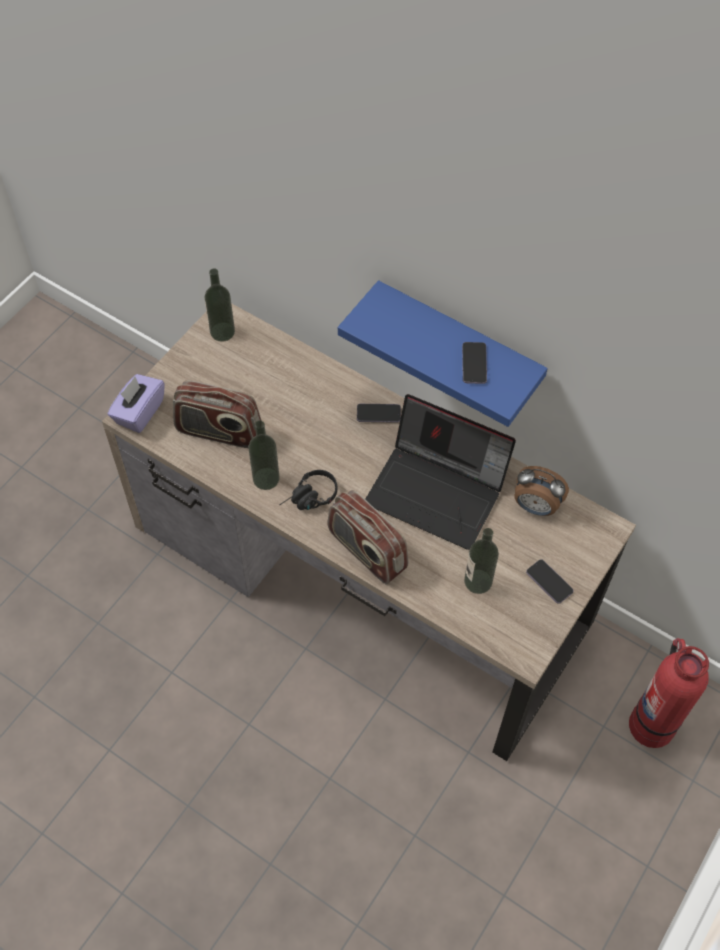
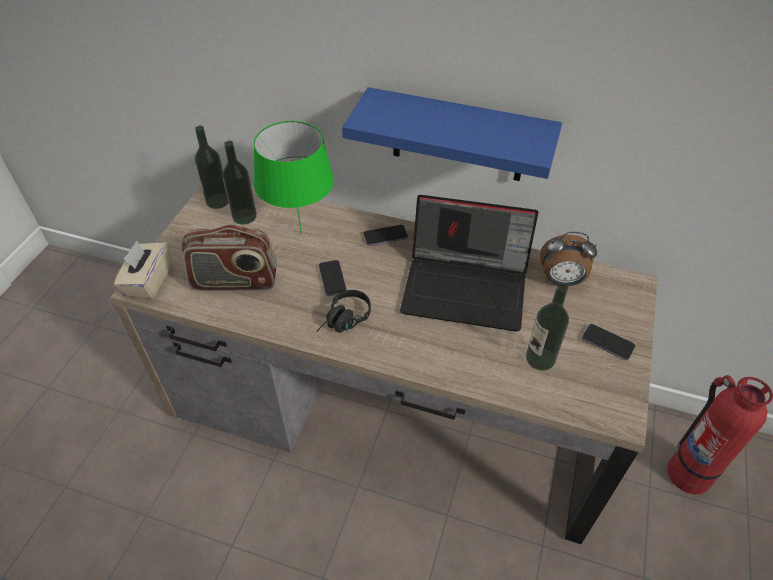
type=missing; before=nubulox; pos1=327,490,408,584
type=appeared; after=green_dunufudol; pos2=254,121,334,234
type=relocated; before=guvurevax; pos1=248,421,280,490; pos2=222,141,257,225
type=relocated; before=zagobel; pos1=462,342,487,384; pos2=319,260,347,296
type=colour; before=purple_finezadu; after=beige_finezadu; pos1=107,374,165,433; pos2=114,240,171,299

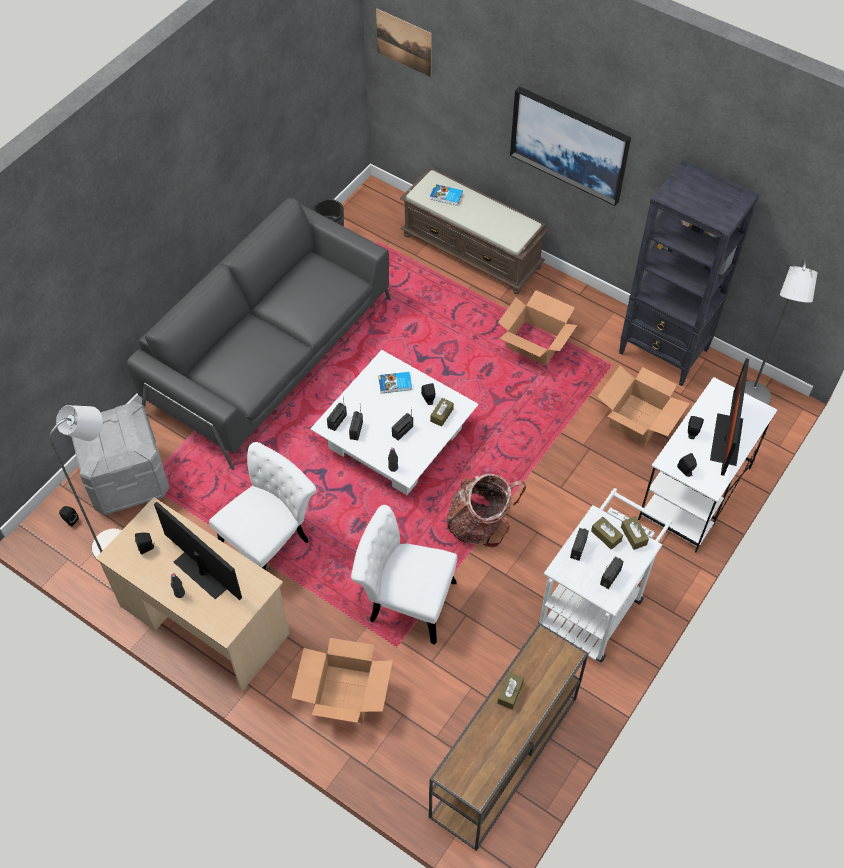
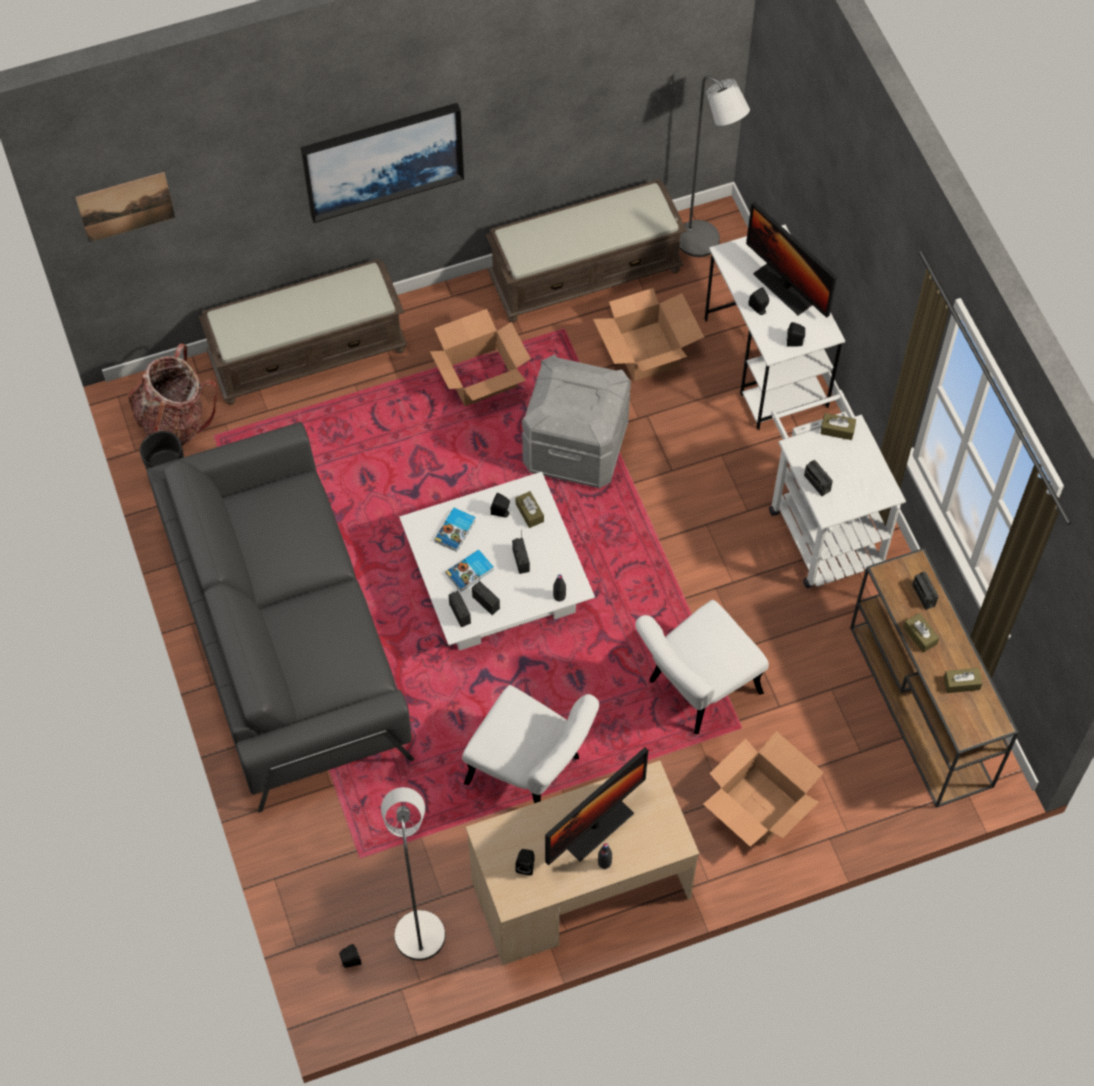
type=relocated; before=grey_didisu; pos1=72,401,170,515; pos2=522,354,631,489
type=relocated; before=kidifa; pos1=430,184,463,206; pos2=446,550,494,591
type=relocated; before=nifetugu; pos1=446,473,526,548; pos2=128,343,218,446
type=relocated; before=brown_finezadu; pos1=591,517,623,550; pos2=943,668,982,693
type=relocated; before=nubulox; pos1=600,557,624,589; pos2=912,572,939,610
type=exchanged; before=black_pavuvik; after=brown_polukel; pos1=619,159,759,386; pos2=486,179,687,322
type=spun; before=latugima; pos1=154,502,242,600; pos2=545,747,648,865; turn=150
type=spun; before=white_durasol; pos1=209,442,316,570; pos2=462,685,599,803; turn=135

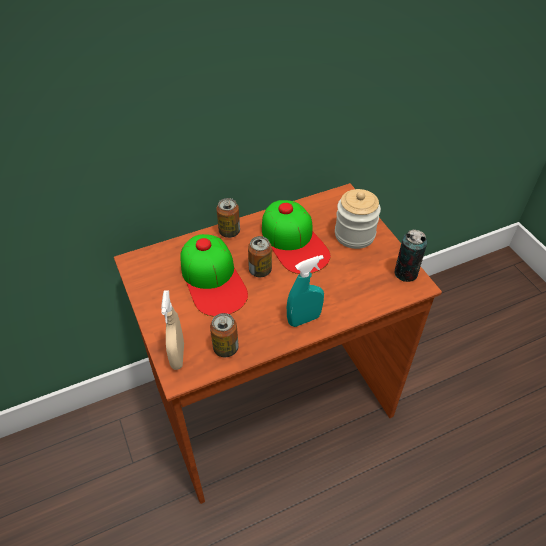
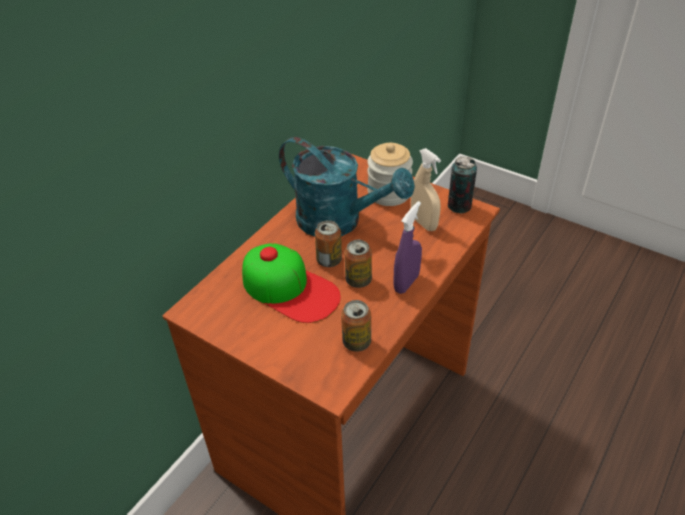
type=relocated; before=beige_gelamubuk; pos1=161,290,184,370; pos2=411,148,441,231
type=relocated; before=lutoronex; pos1=216,198,240,238; pos2=344,240,372,288
type=exchanged; before=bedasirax; after=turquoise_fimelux; pos1=262,200,330,274; pos2=279,137,415,237
type=colour; before=turquoise_gelamubuk; after=purple_gelamubuk; pos1=287,255,324,327; pos2=393,201,422,294

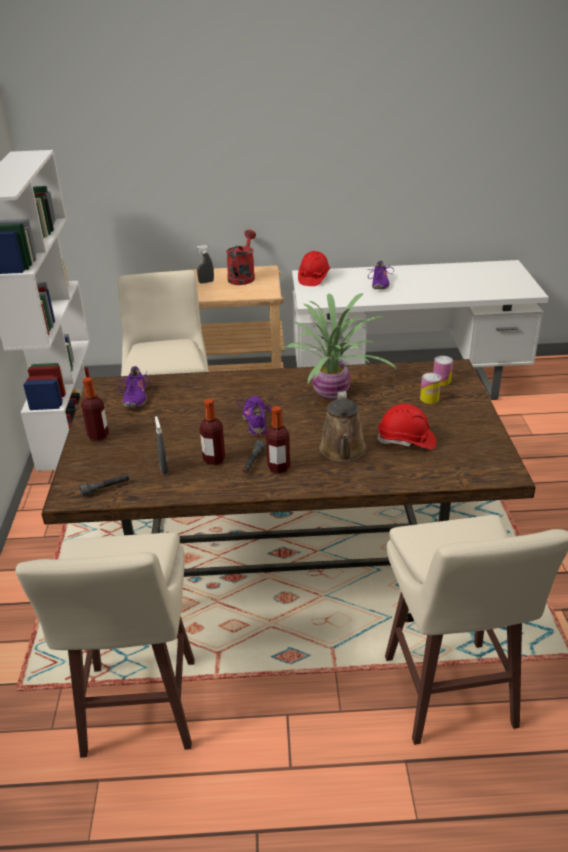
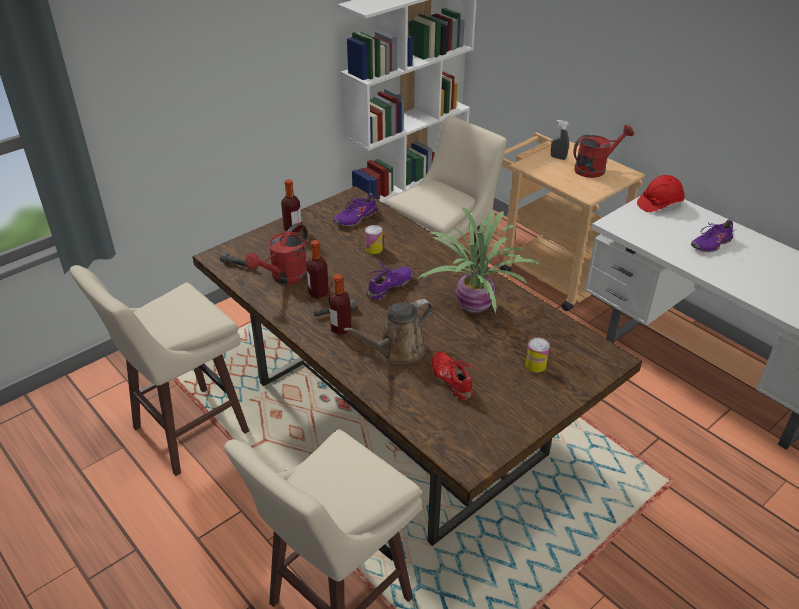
type=relocated; before=lutoronex; pos1=433,356,453,386; pos2=365,225,383,254
type=exchanged; before=grey_gelamubuk; after=red_fimelux; pos1=155,416,169,475; pos2=245,223,307,285
type=exchanged; before=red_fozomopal; after=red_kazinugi; pos1=377,404,436,449; pos2=432,351,478,400

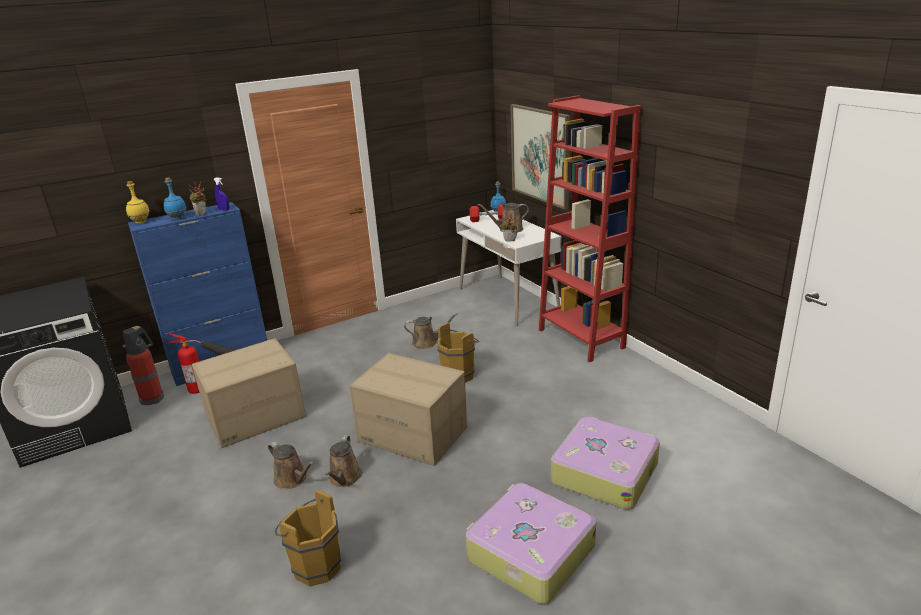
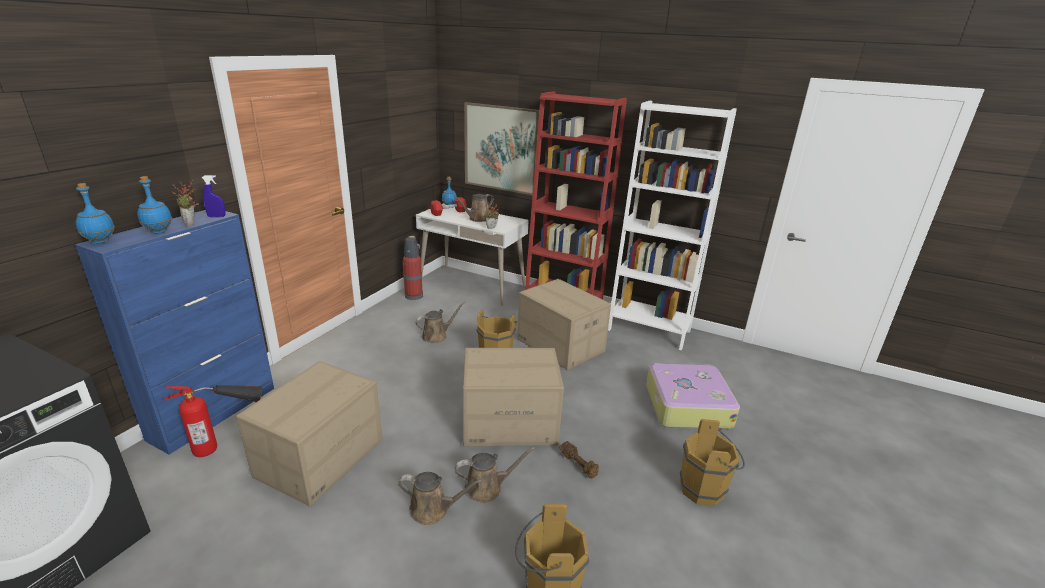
type=appeared; after=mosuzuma; pos2=517,279,611,370
type=appeared; after=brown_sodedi; pos2=559,441,599,478
type=appeared; after=white_pavuvik; pos2=608,101,737,351
type=relocated; before=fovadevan; pos1=123,326,164,405; pos2=403,236,423,300
type=exchanged; before=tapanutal; after=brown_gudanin; pos1=466,483,596,604; pos2=680,419,745,506
type=colour; before=yellow_guvurevax; after=blue_guvurevax; pos1=126,181,150,224; pos2=76,183,114,244
type=spun; before=brown_fimelux; pos1=325,435,362,487; pos2=455,447,536,503; turn=-75

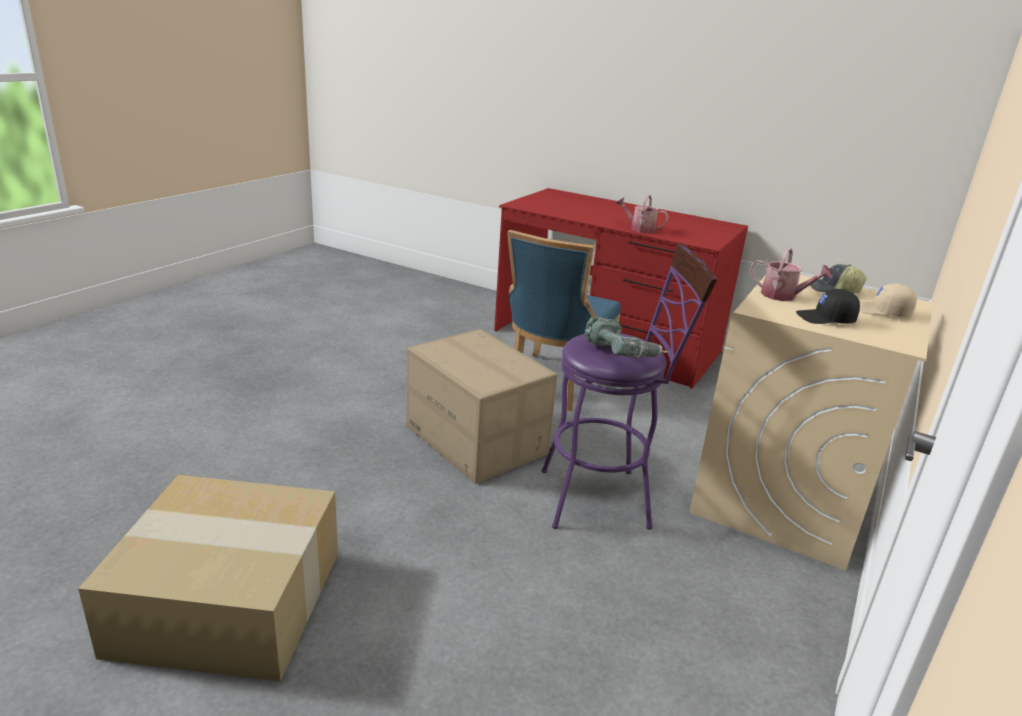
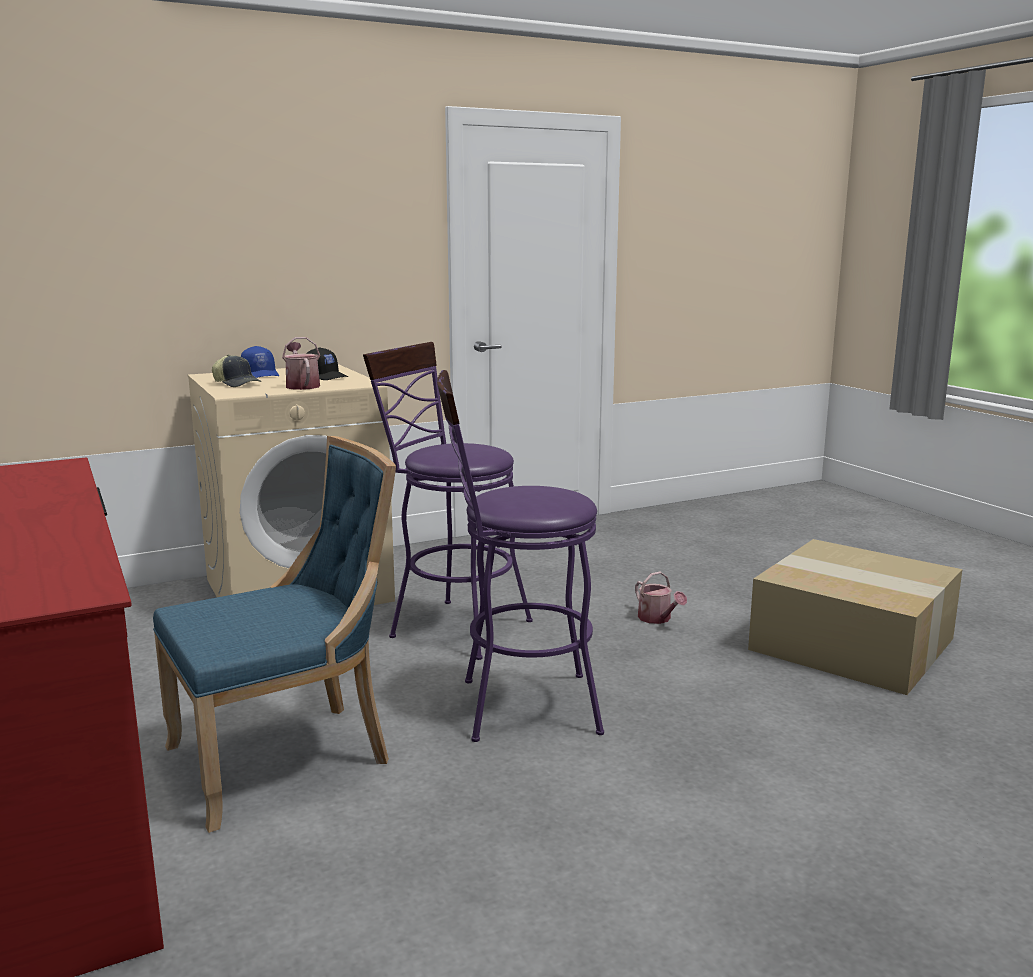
type=missing; before=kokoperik; pos1=585,317,669,358
type=relocated; before=fimelux; pos1=616,194,669,233; pos2=635,571,687,624
type=exchanged; before=mosuzuma; after=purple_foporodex; pos1=407,329,557,484; pos2=437,370,604,742
type=colour; before=beige_bedasirax; after=blue_bedasirax; pos1=860,284,917,317; pos2=241,346,279,378

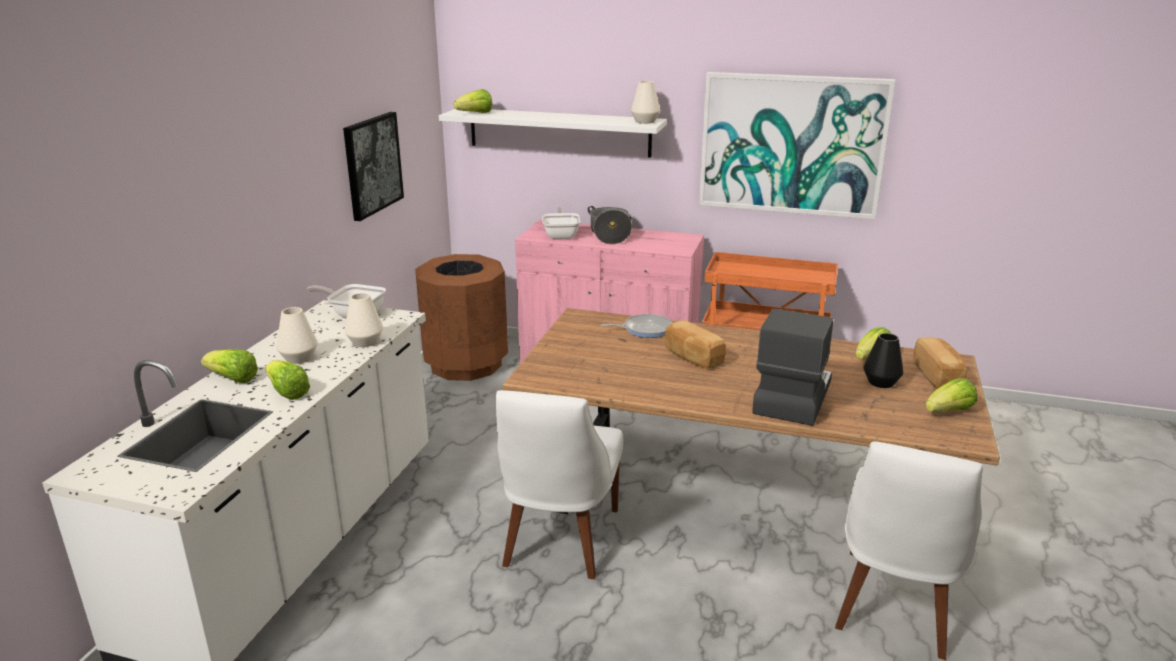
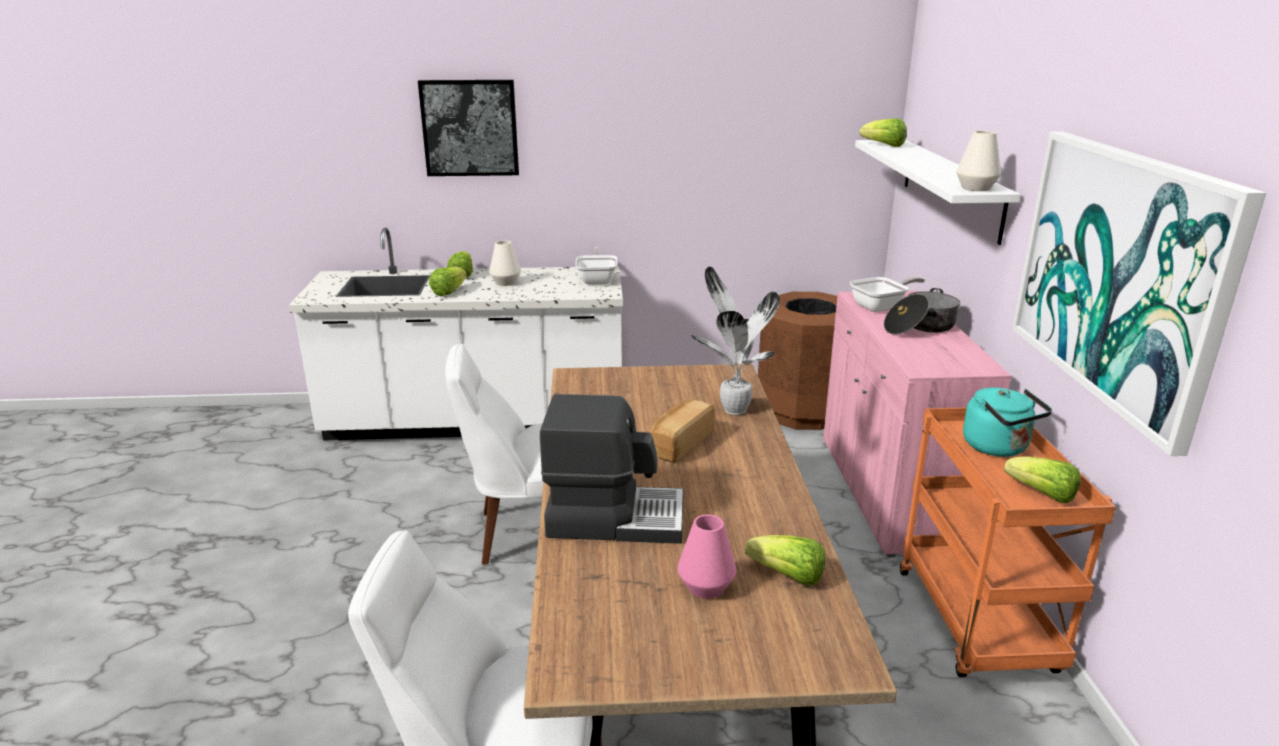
type=missing; before=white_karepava; pos1=344,293,383,347
type=missing; before=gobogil; pos1=913,337,967,389
type=appeared; after=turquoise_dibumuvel; pos2=963,388,1052,457
type=relocated; before=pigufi; pos1=343,112,404,221; pos2=418,80,519,176
type=relocated; before=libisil; pos1=925,379,978,412; pos2=1004,457,1081,503
type=exchanged; before=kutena; after=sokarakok; pos1=601,314,672,338; pos2=691,267,780,415
type=colour; before=black_karepava; after=pink_karepava; pos1=863,333,904,388; pos2=678,514,736,599

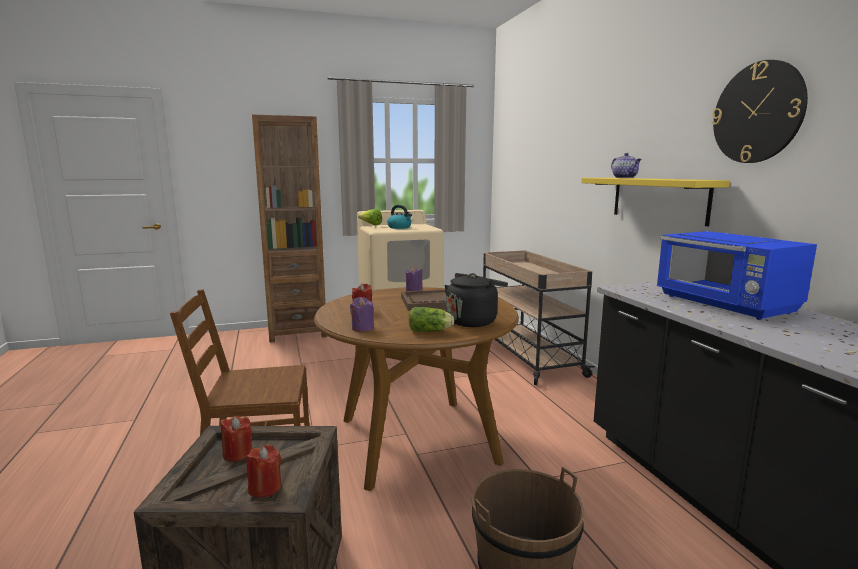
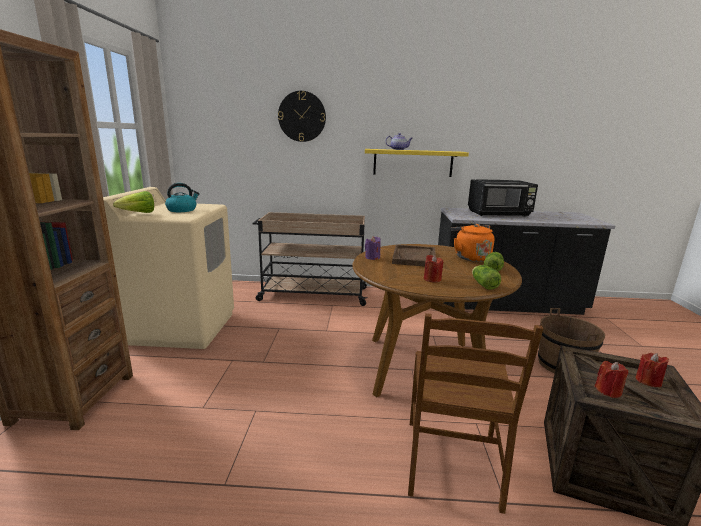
type=relocated; before=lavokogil; pos1=712,60,808,163; pos2=278,91,326,142
type=exchanged; before=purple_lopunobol; after=libisil; pos1=350,297,374,332; pos2=472,265,501,290
type=colour; before=black_dibumuvel; after=orange_dibumuvel; pos1=445,273,508,327; pos2=451,224,494,262
type=colour; before=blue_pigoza; after=black_pigoza; pos1=656,231,817,320; pos2=468,179,538,217

